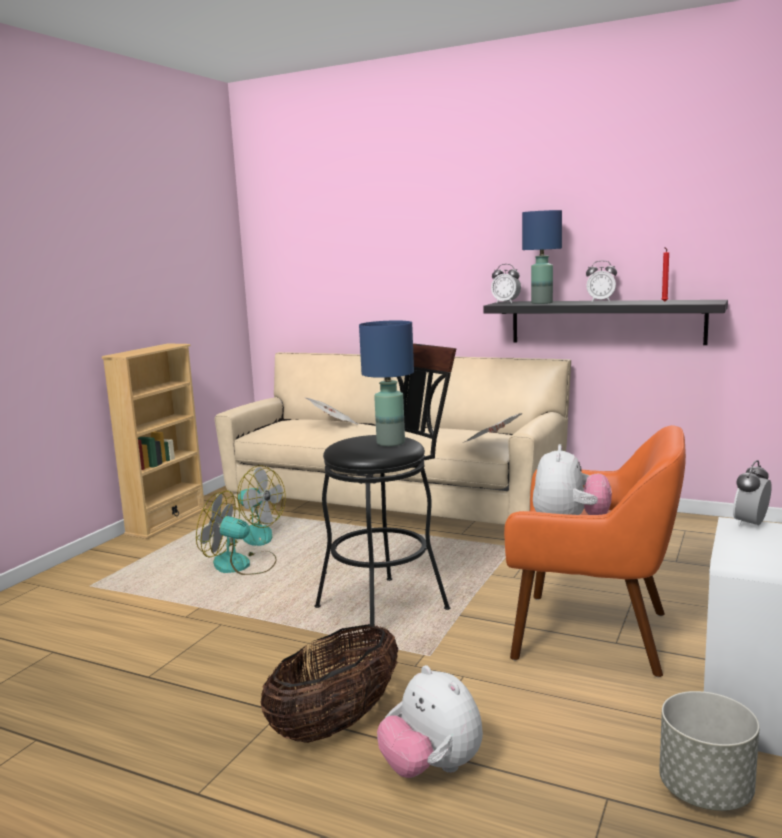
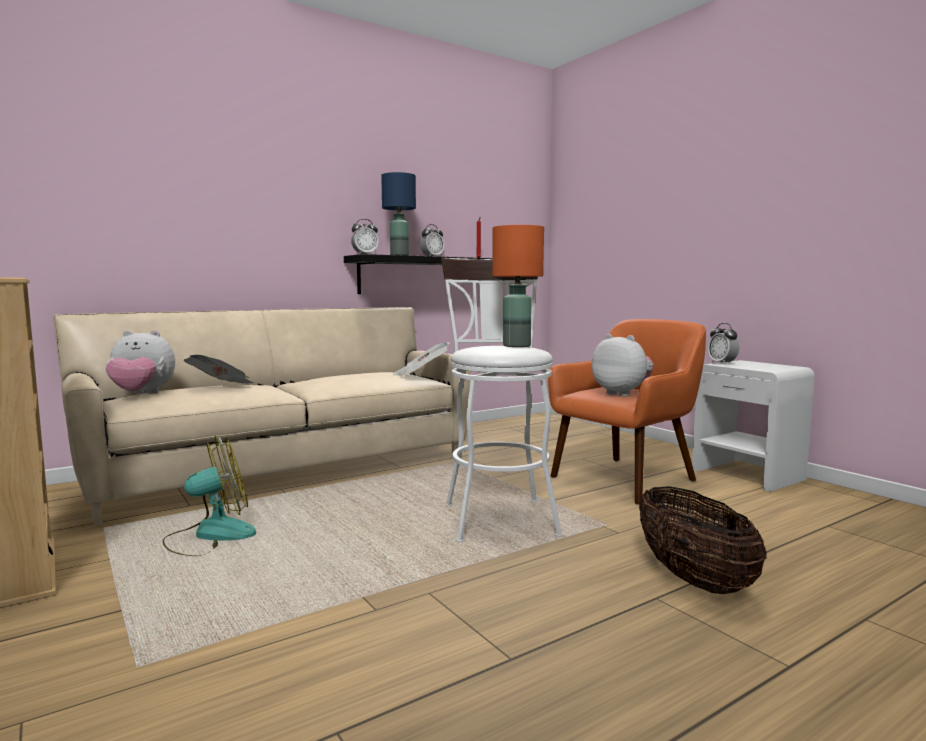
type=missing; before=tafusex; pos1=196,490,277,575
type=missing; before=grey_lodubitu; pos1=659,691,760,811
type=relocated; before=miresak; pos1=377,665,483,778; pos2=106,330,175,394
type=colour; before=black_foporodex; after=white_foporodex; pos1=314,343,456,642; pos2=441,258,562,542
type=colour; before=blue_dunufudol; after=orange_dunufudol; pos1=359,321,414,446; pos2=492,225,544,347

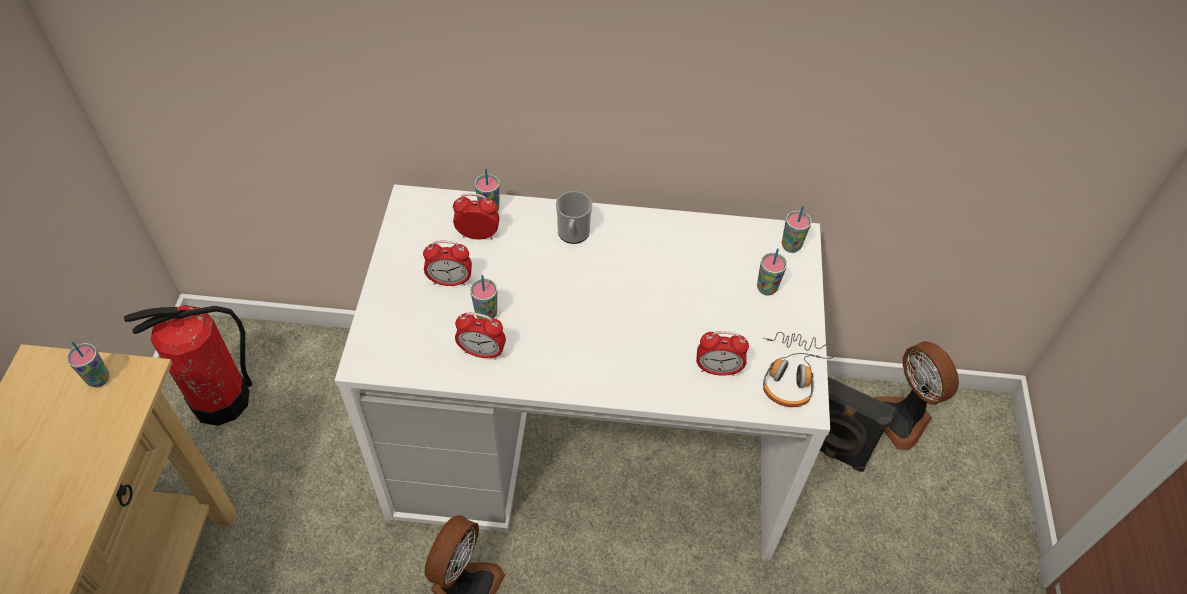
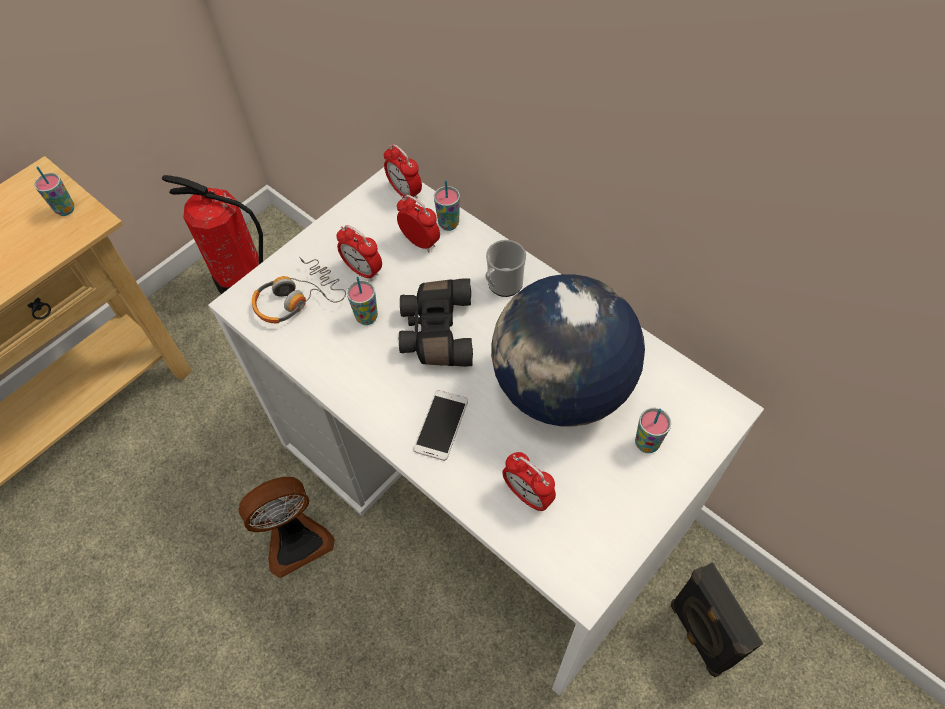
type=missing; before=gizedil; pos1=782,205,812,253
type=missing; before=tafusex; pos1=875,342,959,450
type=appeared; after=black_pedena; pos2=399,279,473,367
type=appeared; after=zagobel; pos2=413,390,468,461
type=appeared; after=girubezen; pos2=491,274,645,427
type=relocated; before=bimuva; pos1=455,312,506,359; pos2=384,144,422,198
type=relocated; before=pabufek; pos1=763,332,837,407; pos2=252,257,346,323

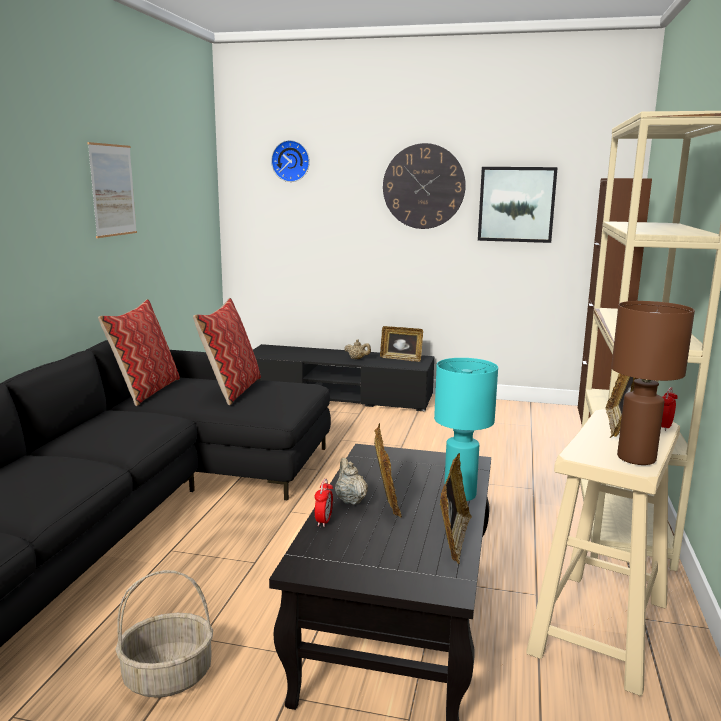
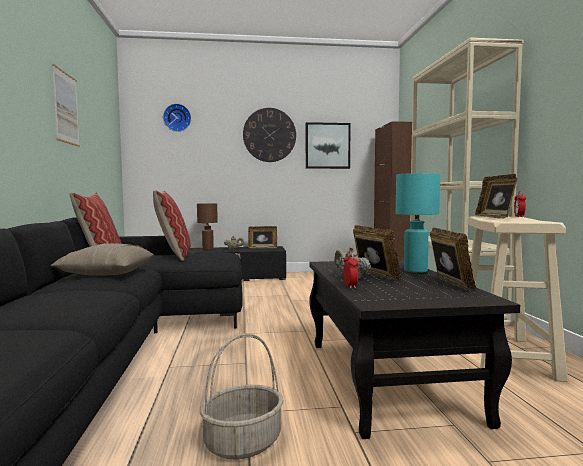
type=appeared; after=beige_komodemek; pos2=50,243,154,276
type=relocated; before=brown_dunufudol; pos1=611,301,695,465; pos2=197,203,218,250

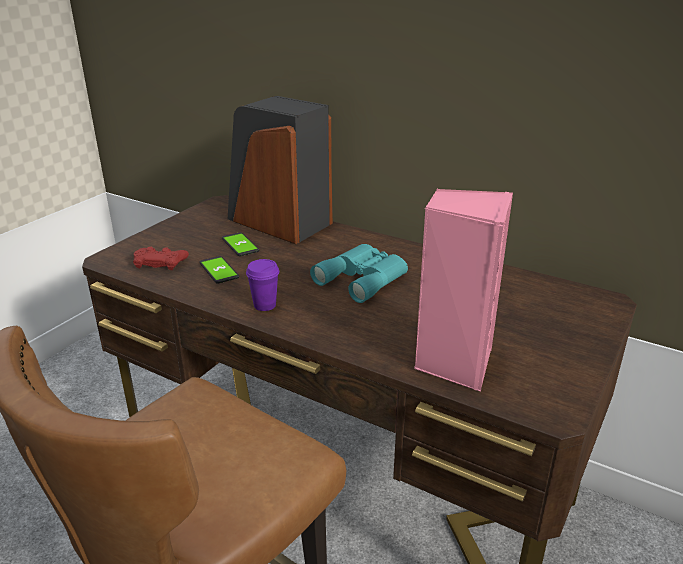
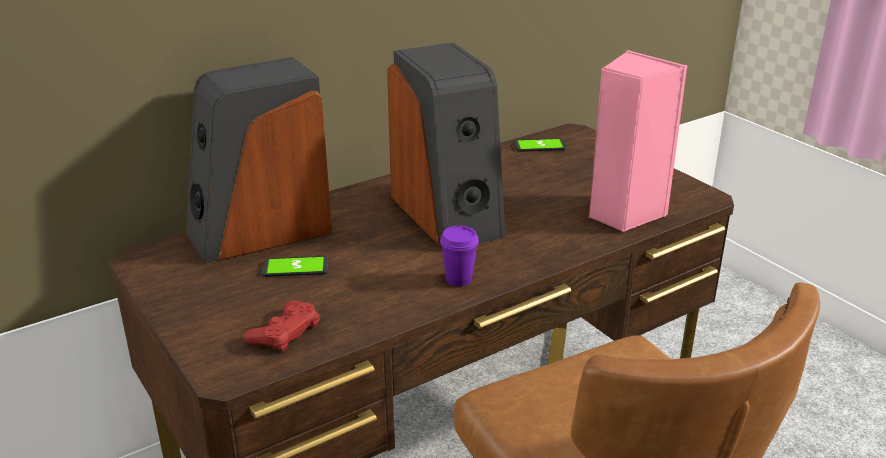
type=relocated; before=zagobel; pos1=199,256,239,283; pos2=514,138,567,152
type=exchanged; before=turquoise_pedena; after=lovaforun; pos1=310,244,408,303; pos2=387,43,506,247

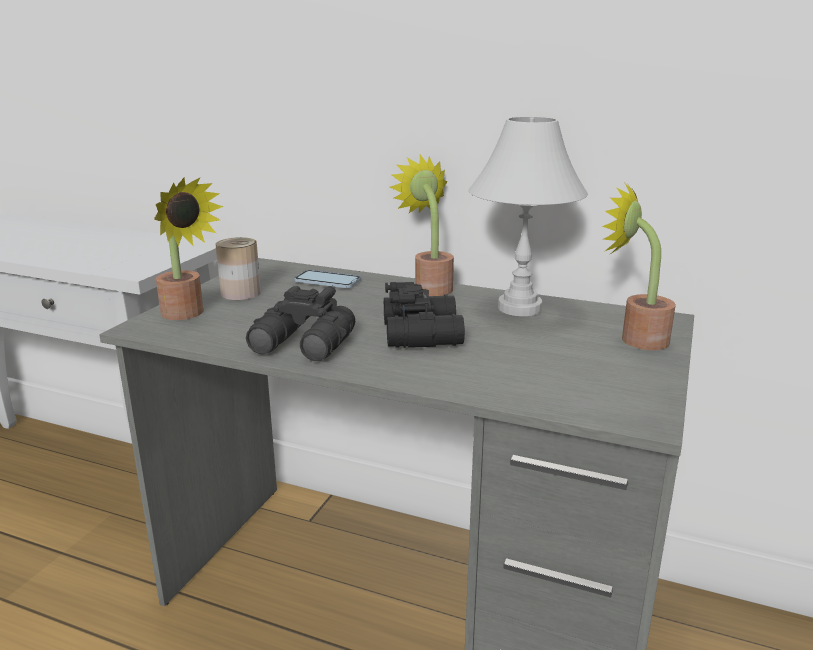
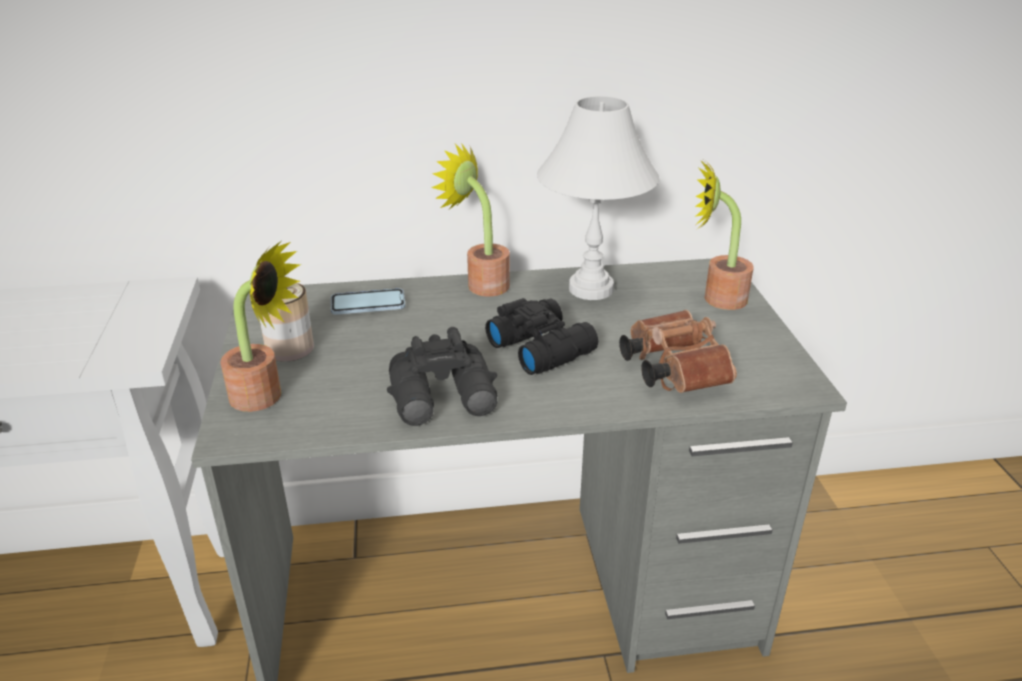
type=appeared; after=brown_pedena; pos2=619,310,737,393

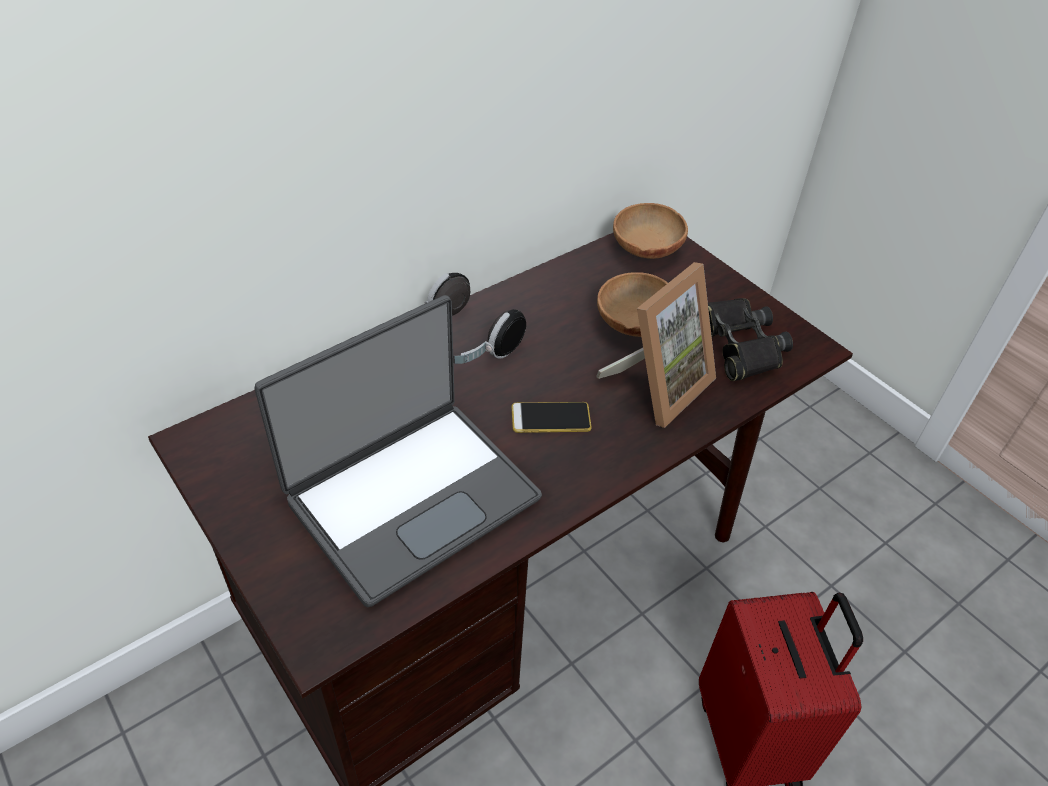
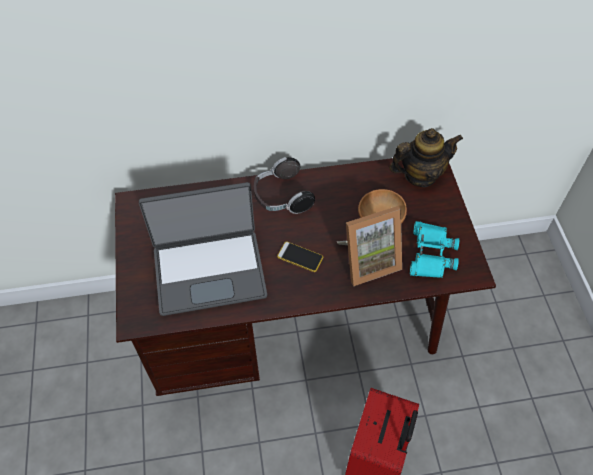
type=exchanged; before=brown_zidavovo; after=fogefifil; pos1=613,203,688,259; pos2=389,128,463,187
type=colour; before=black_pedena; after=turquoise_pedena; pos1=708,298,793,381; pos2=410,221,459,278

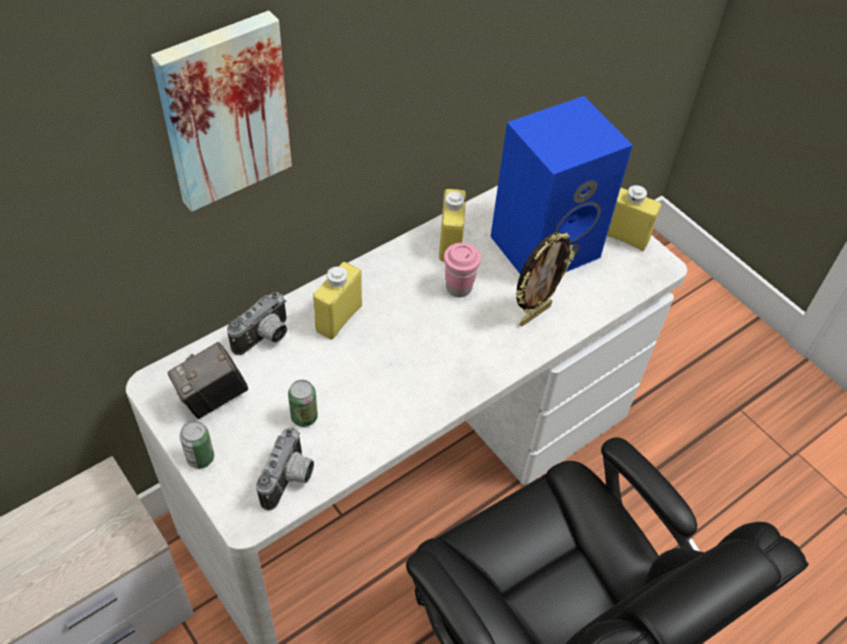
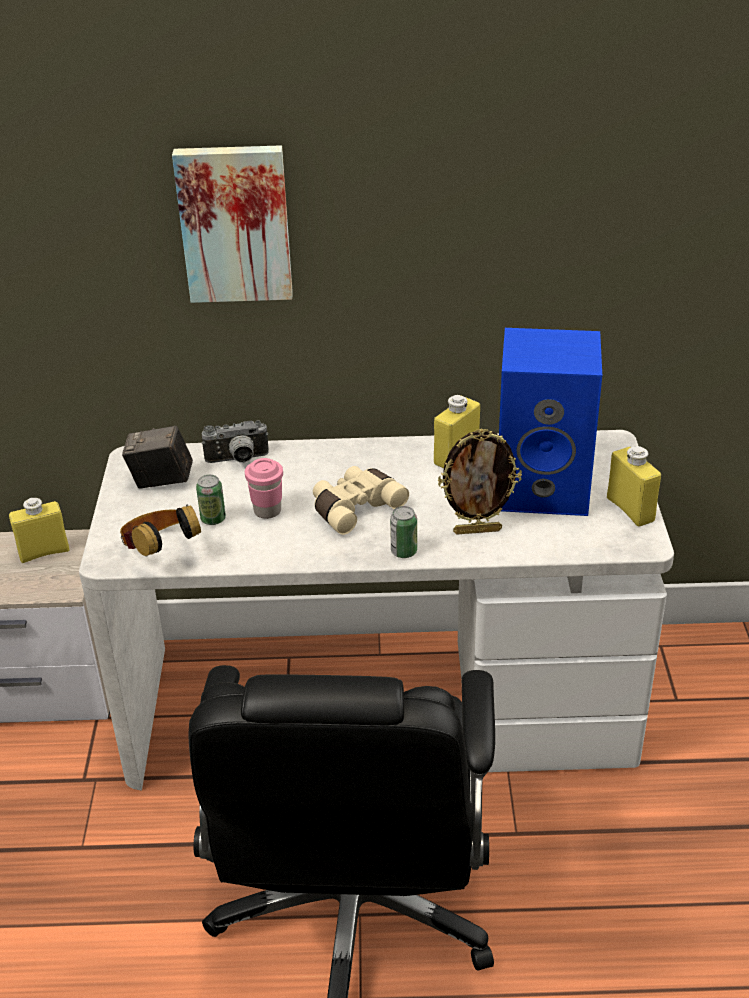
type=appeared; after=beige_pedena; pos2=313,466,409,535
type=relocated; before=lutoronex; pos1=180,421,214,469; pos2=390,506,417,558
type=relocated; before=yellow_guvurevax; pos1=313,262,362,340; pos2=9,497,69,563
type=relocated; before=pink_gizedil; pos1=444,243,481,297; pos2=245,458,283,519
type=exchanged; before=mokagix; after=pabufek; pos1=256,428,314,511; pos2=120,505,201,556

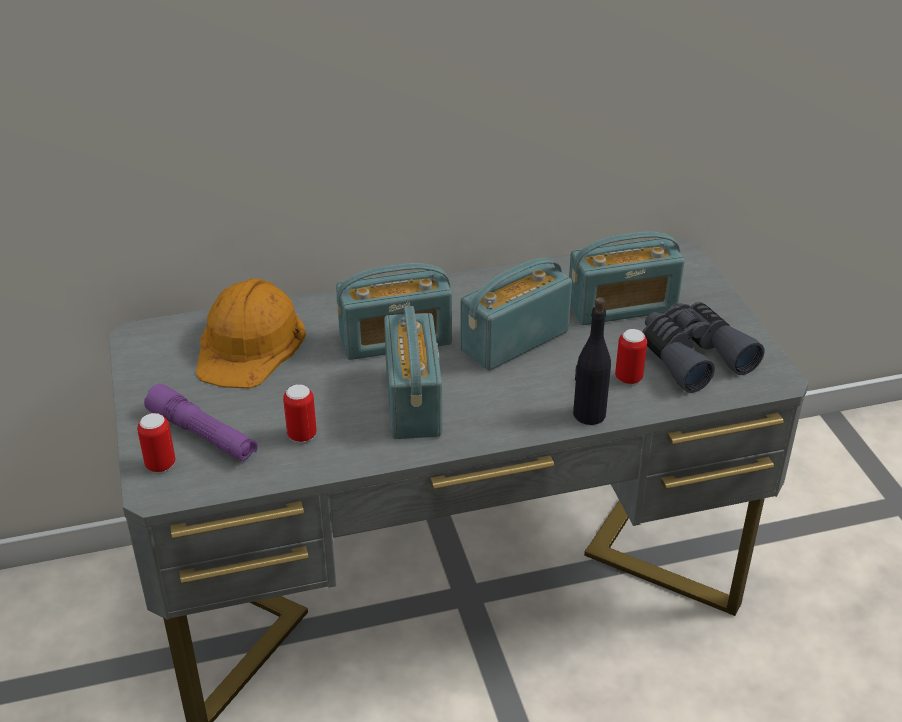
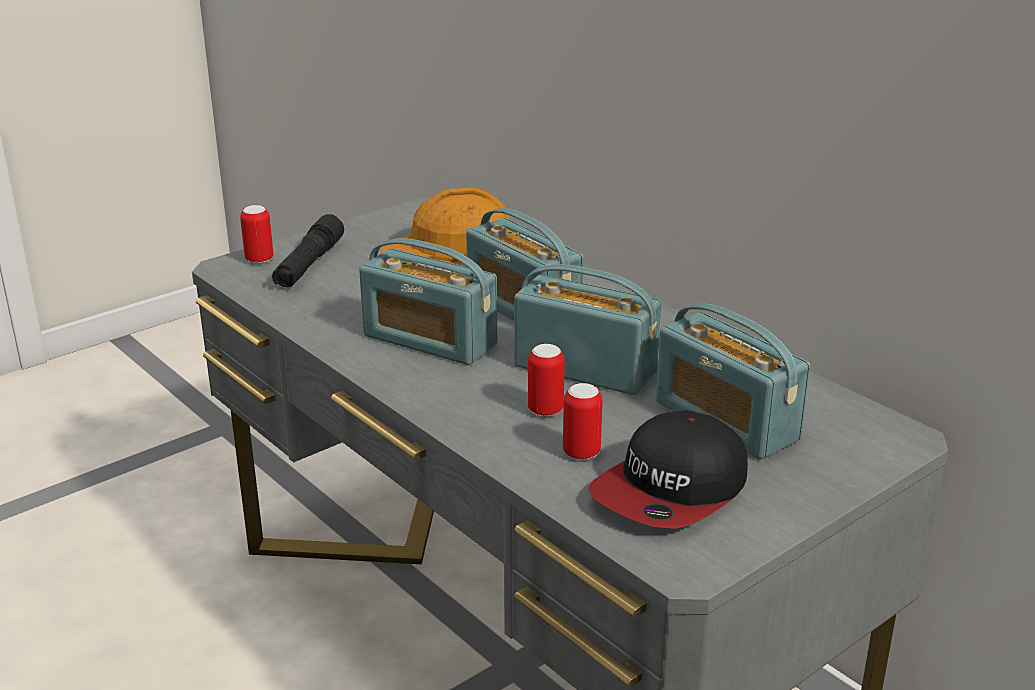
type=missing; before=black_guvurevax; pos1=573,297,611,425
type=relocated; before=lutoronex; pos1=283,384,317,443; pos2=528,344,565,417
type=exchanged; before=grey_pedena; after=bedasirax; pos1=643,302,765,393; pos2=588,410,748,529
type=colour; before=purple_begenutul; after=black_begenutul; pos1=144,384,258,462; pos2=272,214,344,287
type=spun; before=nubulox; pos1=384,306,442,439; pos2=359,238,497,365; turn=60

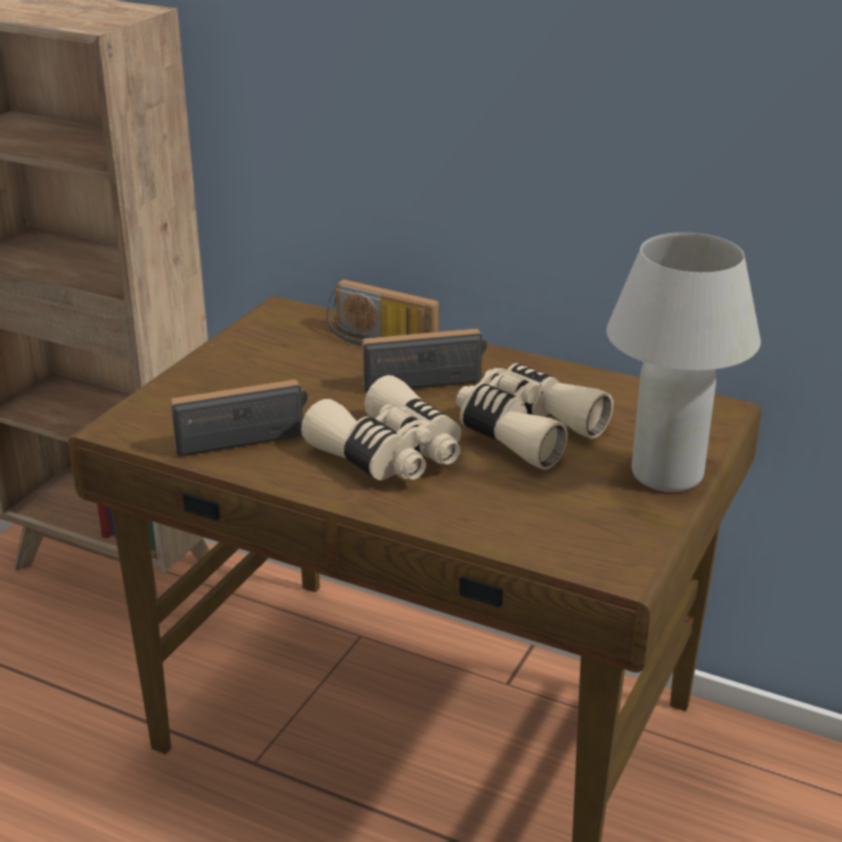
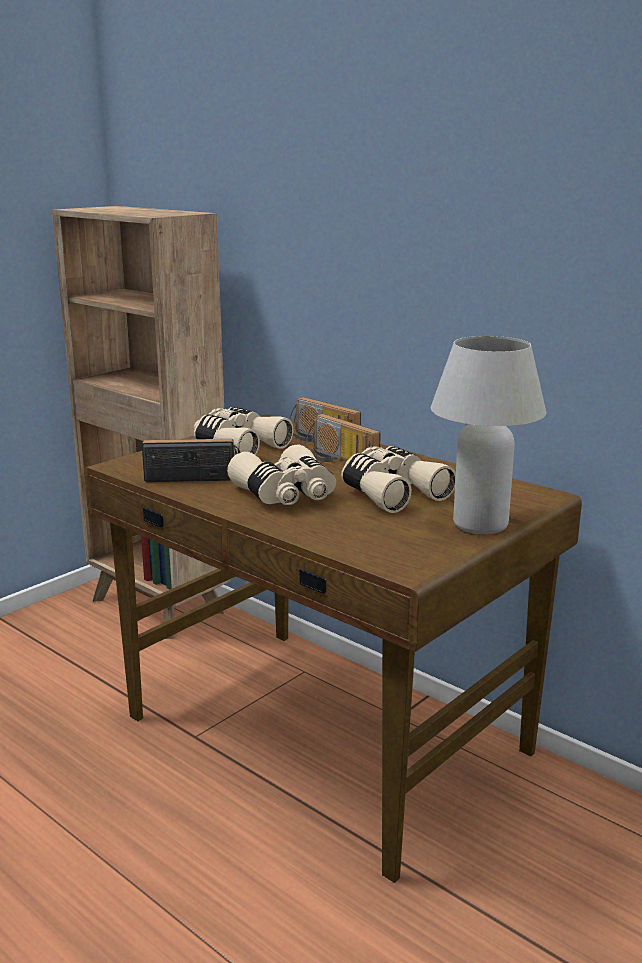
type=appeared; after=beige_pedena; pos2=194,407,294,456
type=spun; before=nubulox; pos1=362,329,487,392; pos2=307,414,381,462; turn=-135

